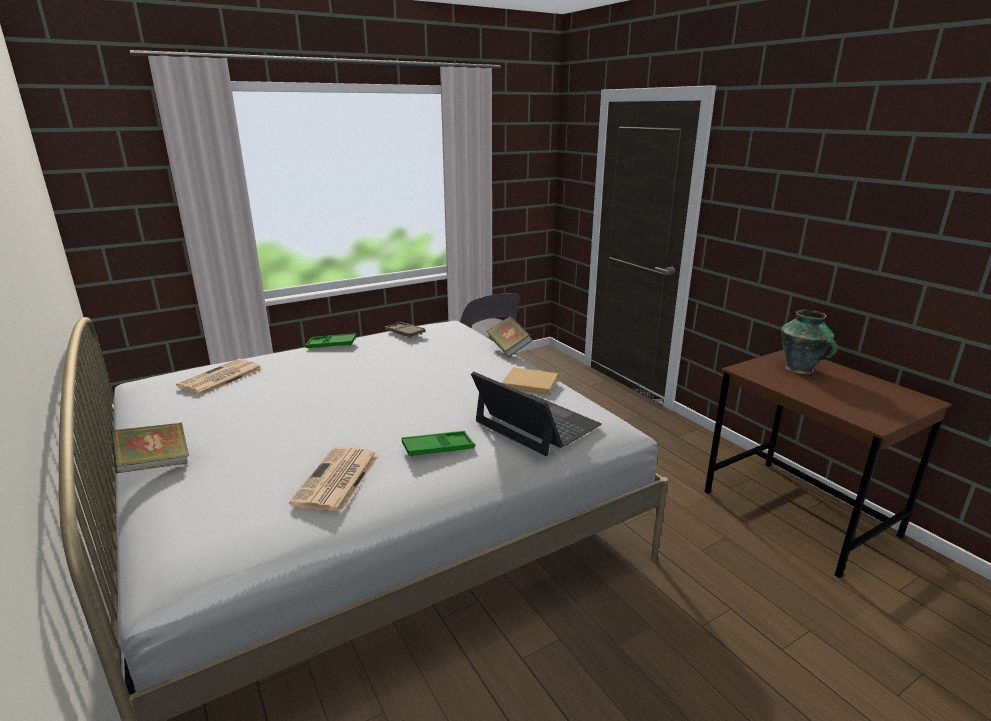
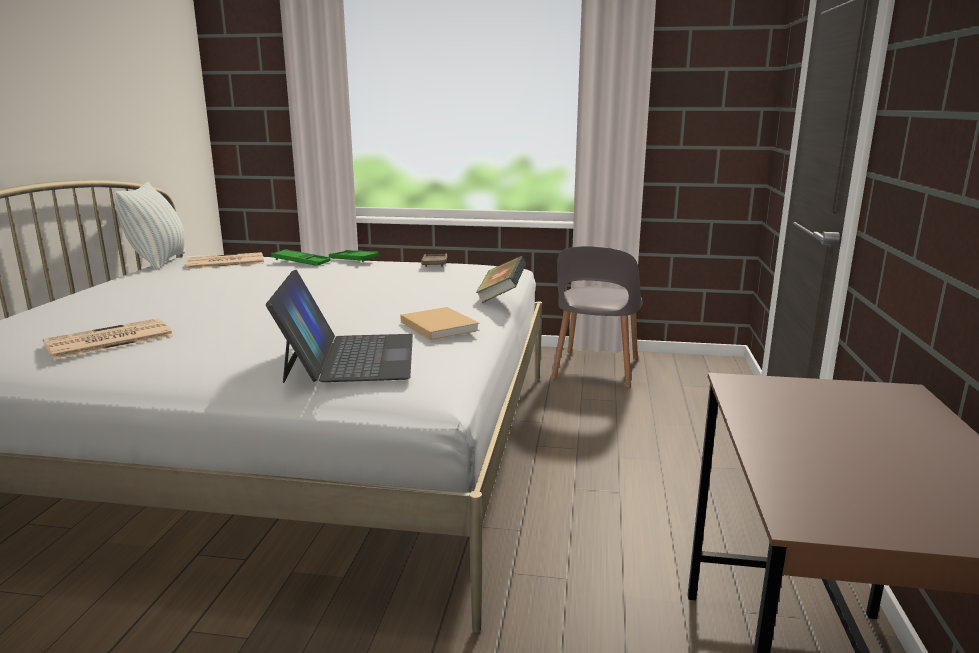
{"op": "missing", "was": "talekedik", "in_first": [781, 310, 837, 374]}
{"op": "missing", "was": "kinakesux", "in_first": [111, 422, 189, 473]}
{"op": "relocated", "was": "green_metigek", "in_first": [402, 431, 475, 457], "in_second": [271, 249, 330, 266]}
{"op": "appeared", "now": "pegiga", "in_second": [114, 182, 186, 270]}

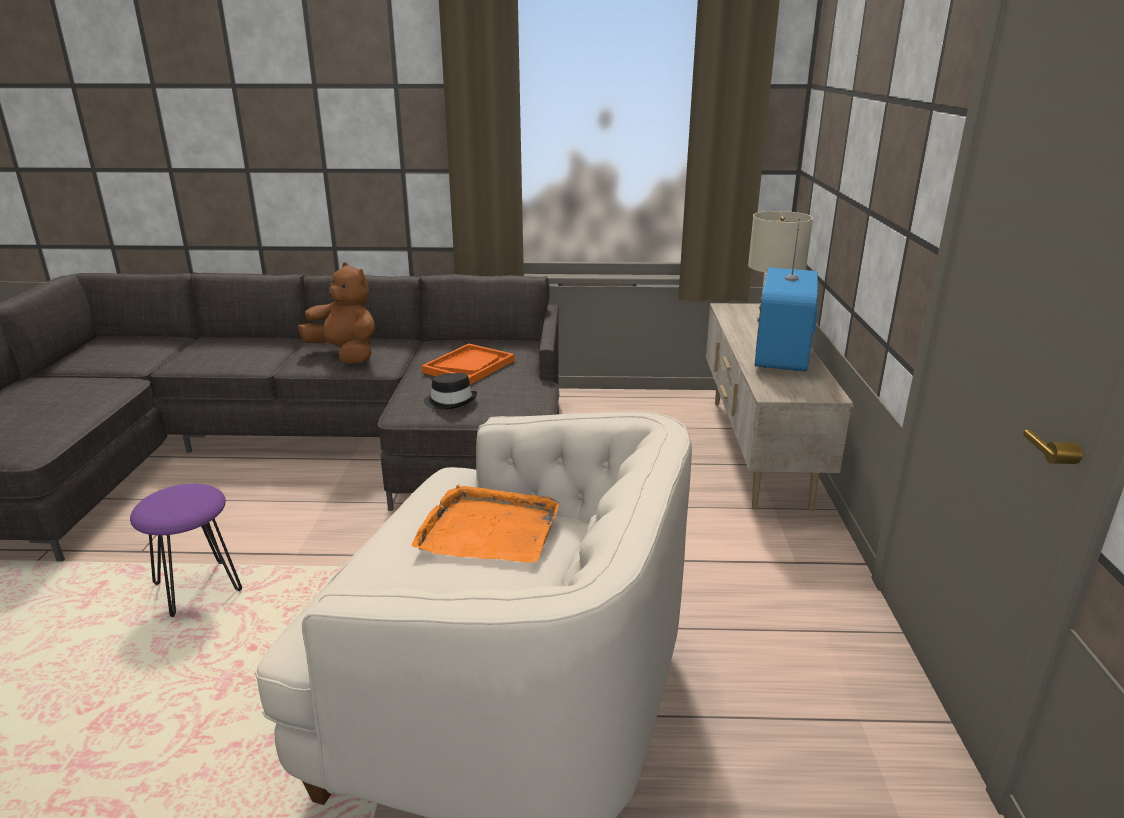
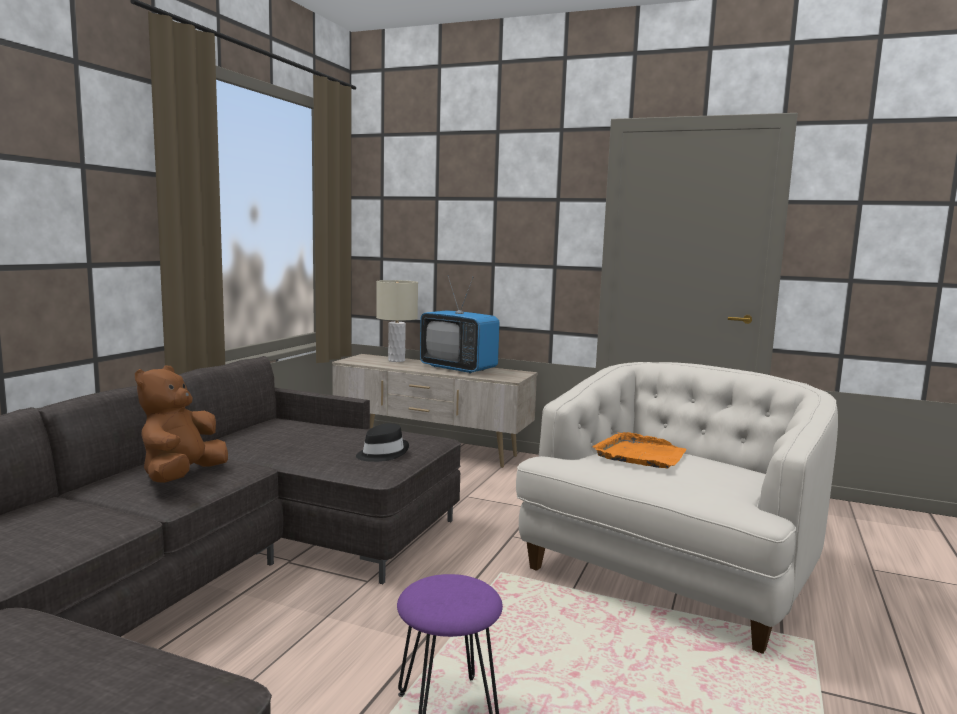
{"op": "spun", "was": "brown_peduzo", "in_first": [298, 262, 375, 364], "in_second": [135, 366, 228, 483], "clockwise": -45}
{"op": "missing", "was": "orange_metigek", "in_first": [422, 344, 515, 385]}

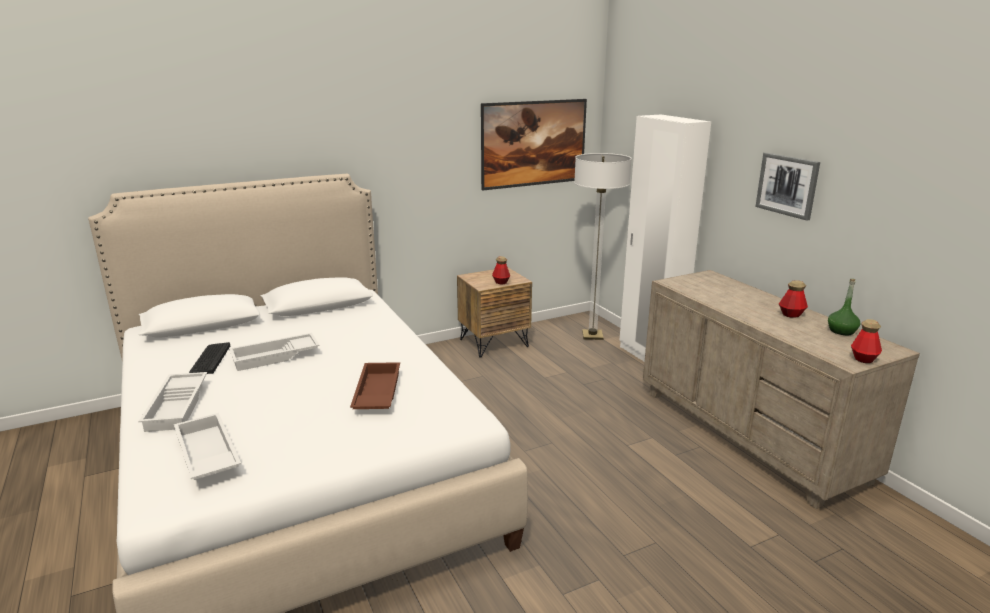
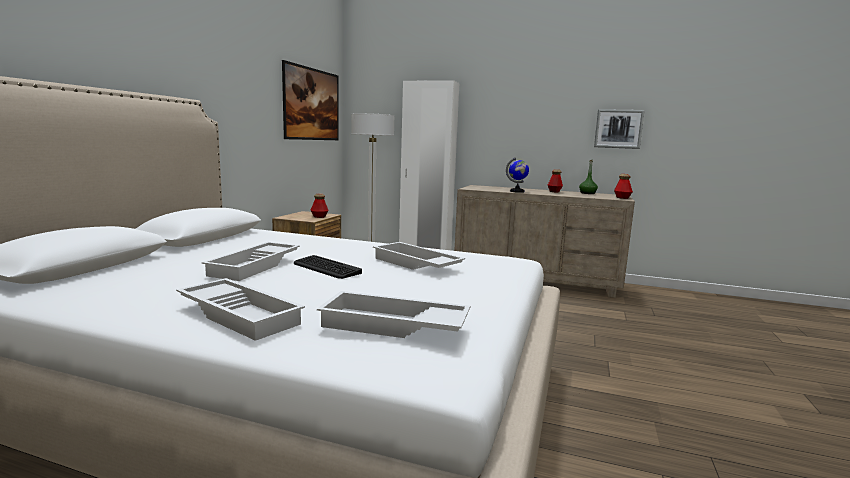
{"op": "relocated", "was": "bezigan", "in_first": [755, 153, 820, 221], "in_second": [594, 109, 645, 149]}
{"op": "relocated", "was": "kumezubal", "in_first": [189, 342, 230, 374], "in_second": [294, 255, 362, 279]}
{"op": "colour", "was": "brown_metigek", "now": "white_metigek", "in_first": [350, 362, 400, 409], "in_second": [373, 242, 465, 270]}
{"op": "appeared", "now": "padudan", "in_second": [506, 157, 529, 193]}

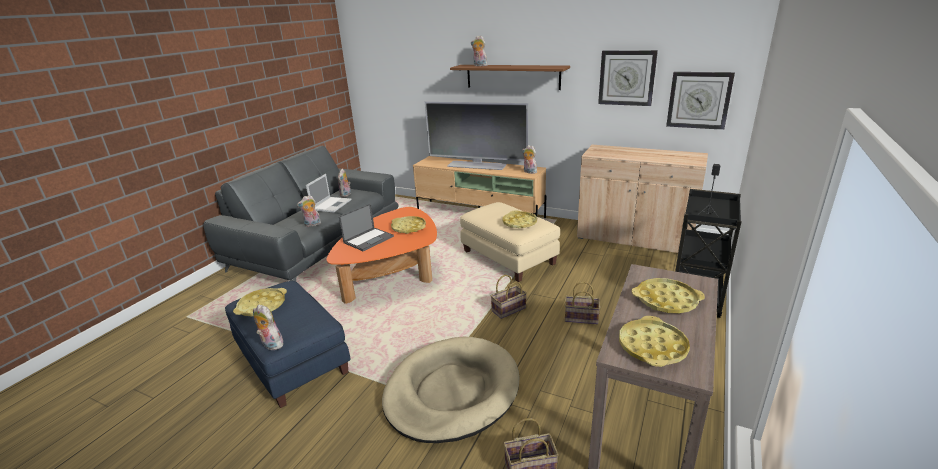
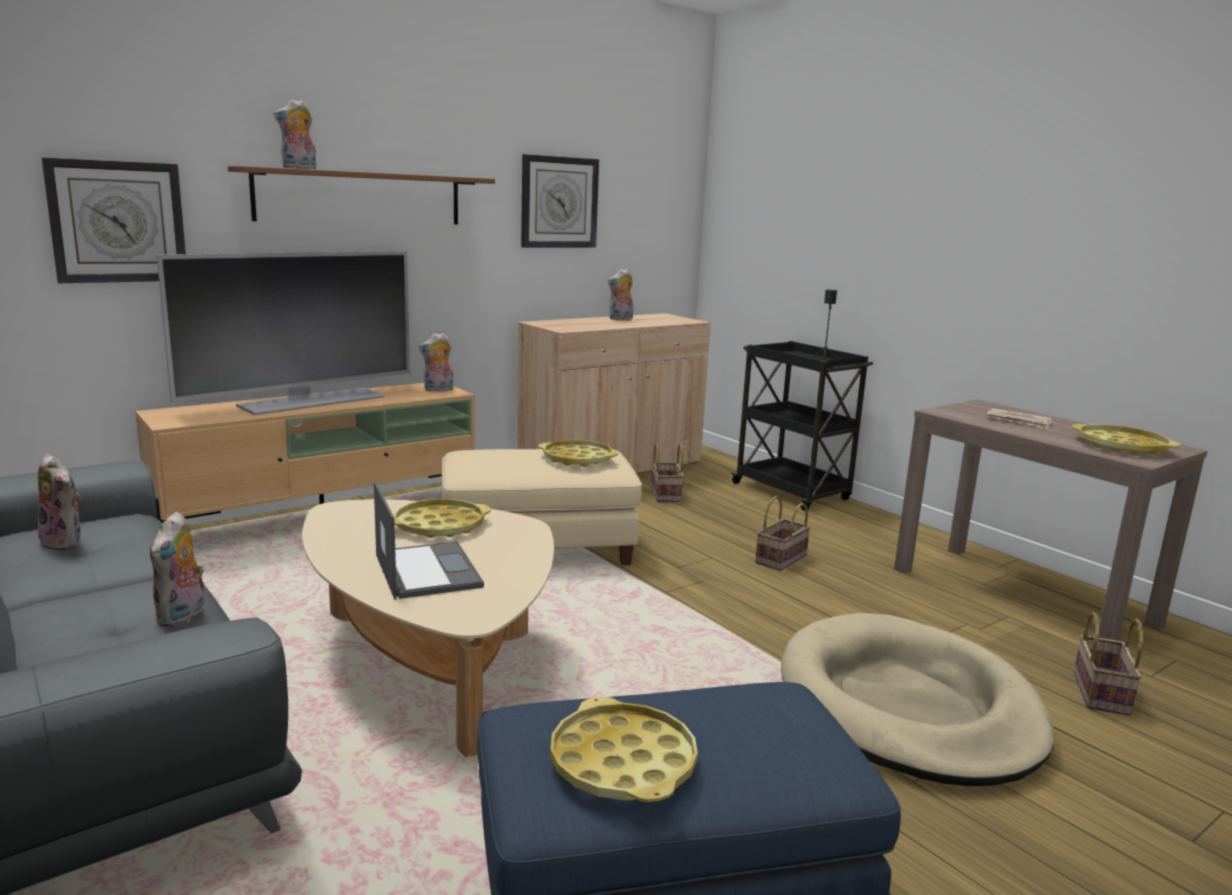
{"op": "relocated", "was": "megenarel", "in_first": [666, 72, 735, 130], "in_second": [42, 158, 186, 283]}
{"op": "missing", "was": "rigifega", "in_first": [306, 174, 352, 212]}
{"op": "colour", "was": "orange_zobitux", "now": "beige_zobitux", "in_first": [326, 207, 437, 304], "in_second": [302, 500, 554, 757]}
{"op": "relocated", "was": "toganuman", "in_first": [491, 275, 527, 319], "in_second": [651, 443, 684, 502]}
{"op": "exchanged", "was": "yellow_metigek", "now": "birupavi", "in_first": [632, 278, 705, 313], "in_second": [987, 408, 1052, 429]}
{"op": "relocated", "was": "peduzo", "in_first": [253, 304, 283, 350], "in_second": [608, 269, 633, 320]}

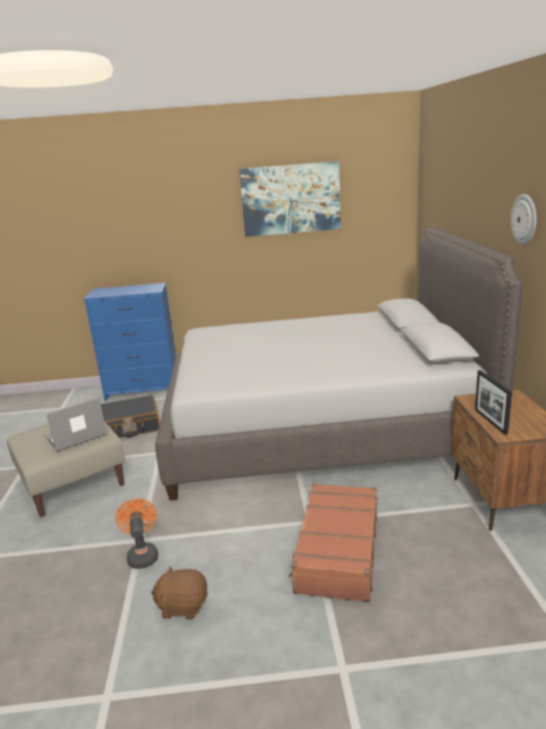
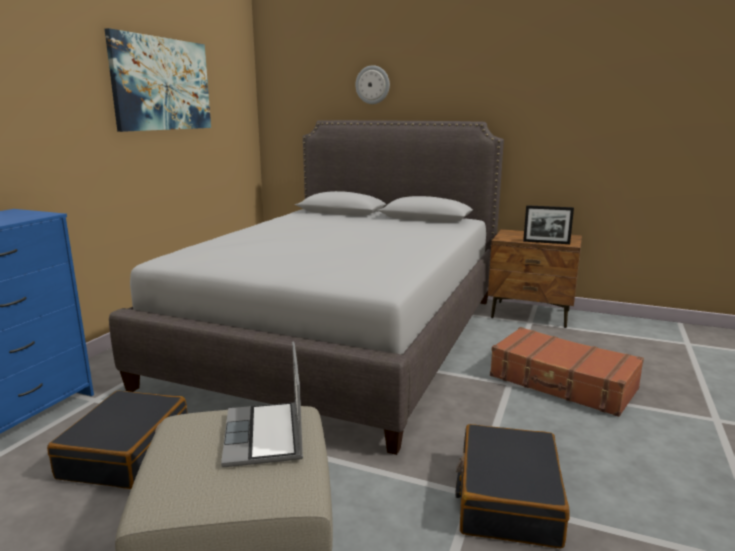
{"op": "relocated", "was": "megenarel", "in_first": [510, 194, 536, 245], "in_second": [355, 65, 390, 104]}
{"op": "exchanged", "was": "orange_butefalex", "now": "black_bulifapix", "in_first": [115, 499, 158, 569], "in_second": [455, 424, 569, 548]}
{"op": "missing", "was": "brown_peduzo", "in_first": [151, 566, 208, 620]}

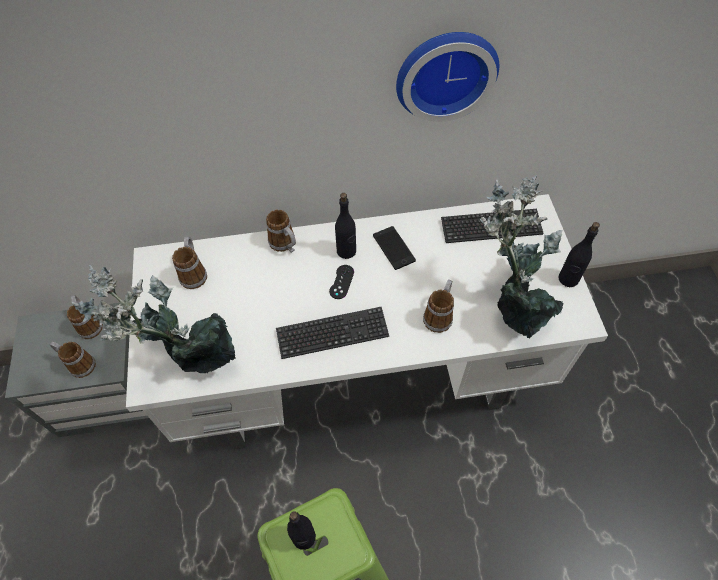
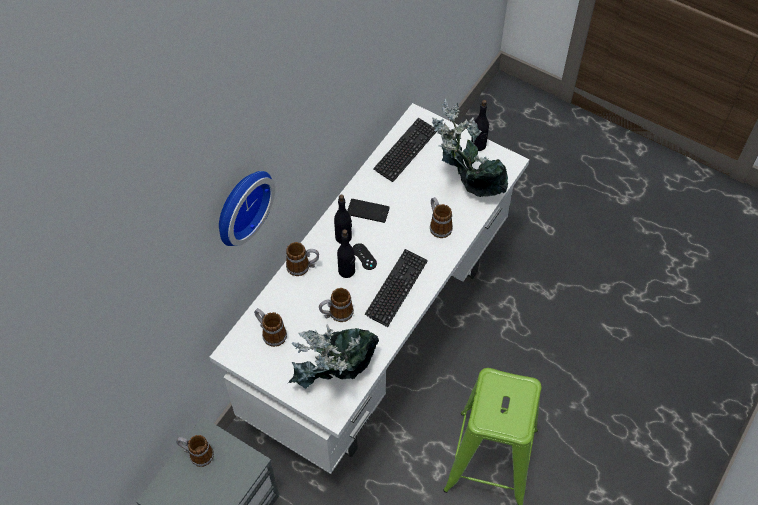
{"op": "relocated", "was": "megenarel", "in_first": [396, 32, 499, 122], "in_second": [219, 171, 275, 246]}
{"op": "relocated", "was": "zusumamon", "in_first": [50, 342, 96, 378], "in_second": [319, 288, 354, 322]}
{"op": "relocated", "was": "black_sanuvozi", "in_first": [287, 511, 316, 550], "in_second": [337, 229, 355, 278]}

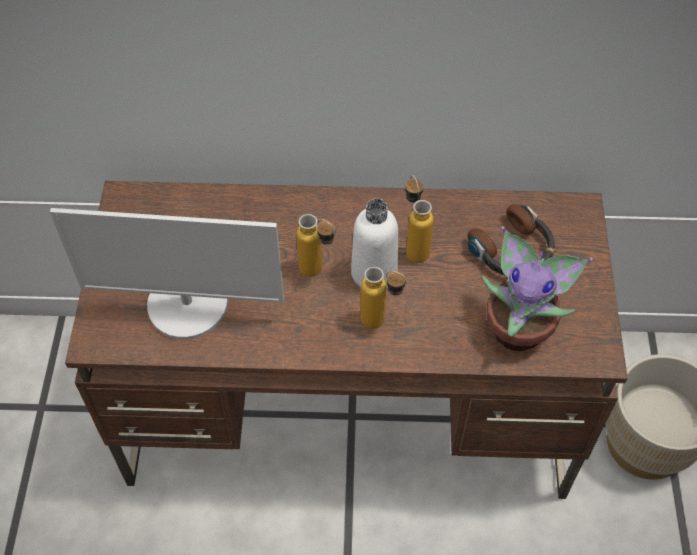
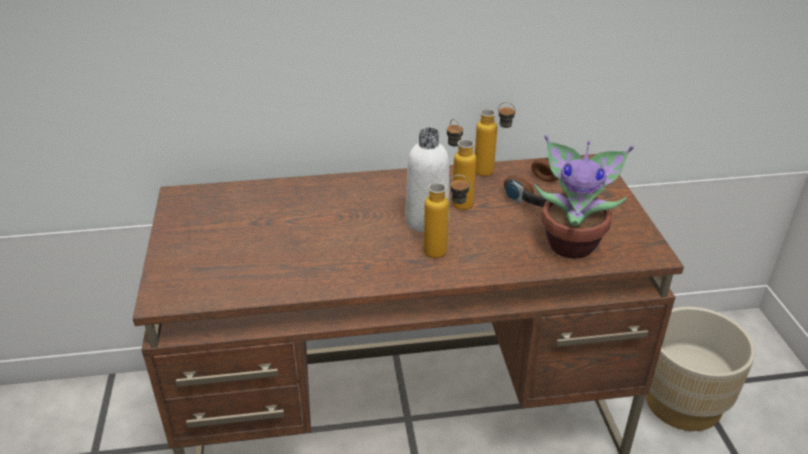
{"op": "missing", "was": "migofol", "in_first": [50, 208, 284, 339]}
{"op": "relocated", "was": "sanuvozi", "in_first": [296, 214, 336, 277], "in_second": [475, 102, 516, 176]}

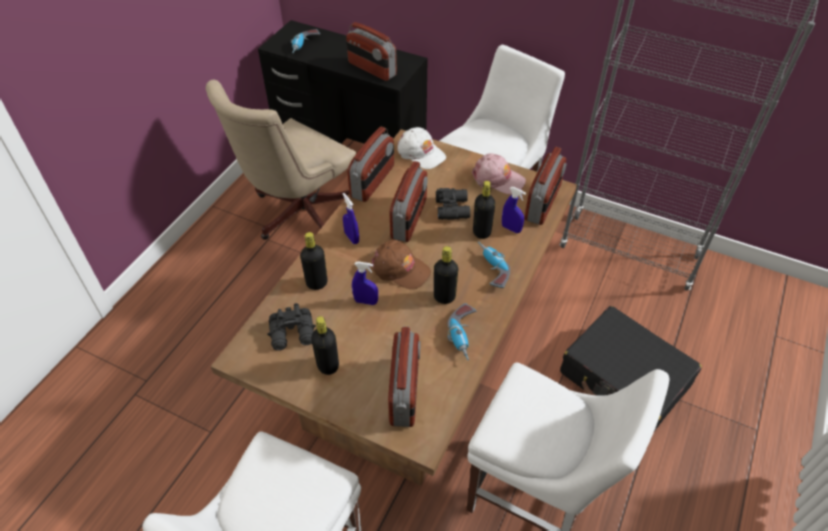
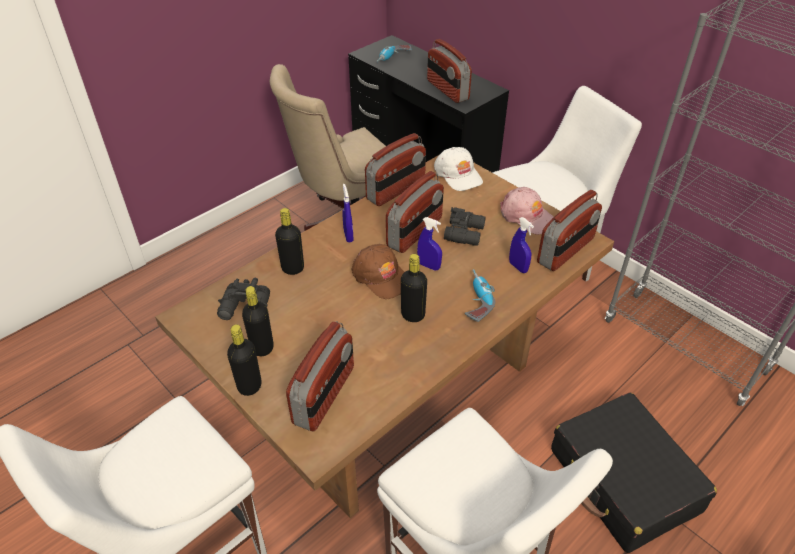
{"op": "relocated", "was": "black_sanuvozi", "in_first": [473, 181, 495, 239], "in_second": [227, 324, 262, 396]}
{"op": "relocated", "was": "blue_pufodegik", "in_first": [352, 261, 378, 305], "in_second": [417, 217, 442, 271]}
{"op": "missing", "was": "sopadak", "in_first": [447, 303, 476, 361]}

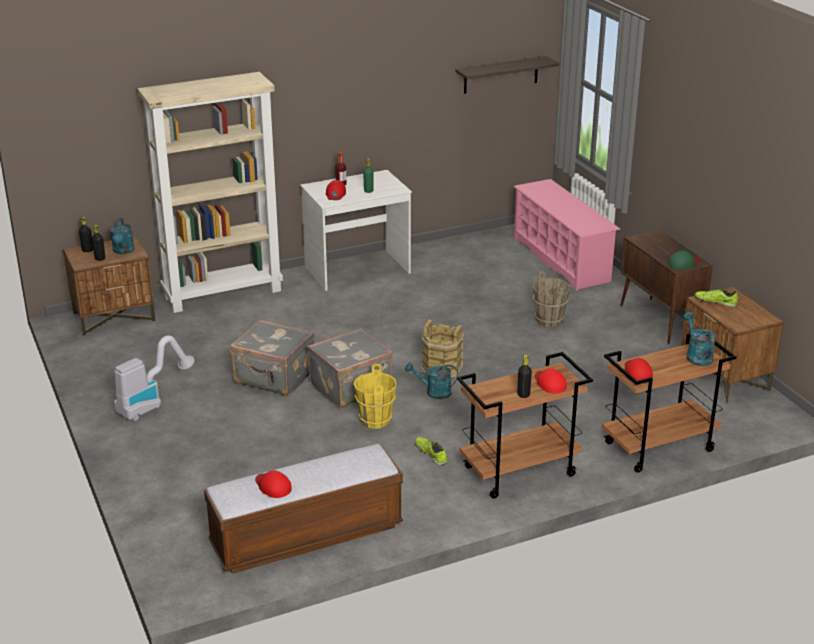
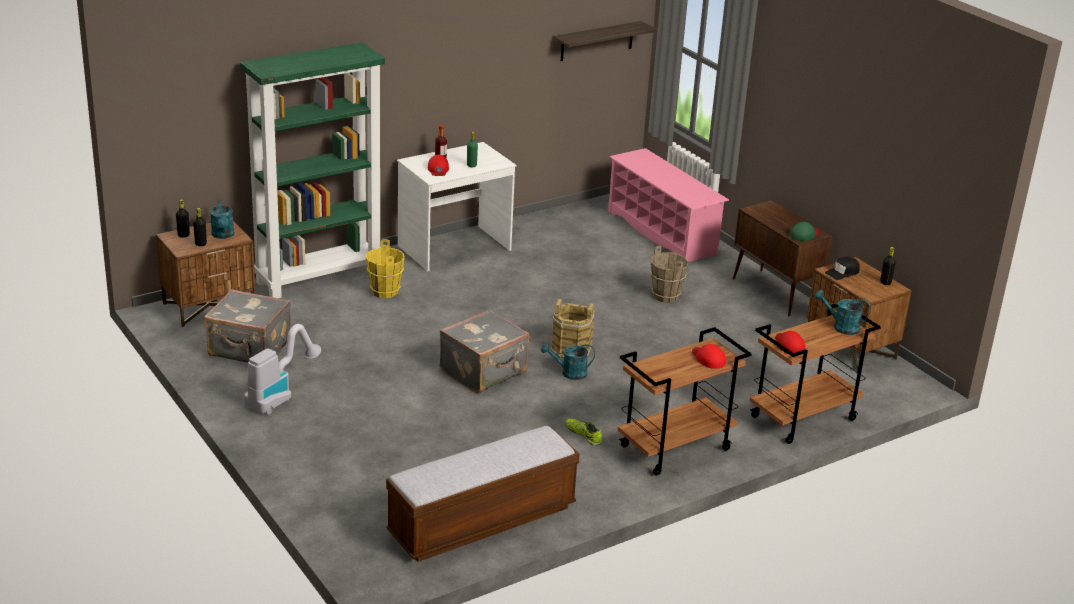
{"op": "colour", "was": "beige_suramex", "now": "green_suramex", "in_first": [137, 72, 283, 313], "in_second": [240, 42, 385, 298]}
{"op": "exchanged", "was": "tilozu", "now": "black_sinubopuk", "in_first": [695, 288, 738, 307], "in_second": [825, 257, 860, 280]}
{"op": "spun", "was": "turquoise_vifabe", "in_first": [683, 312, 716, 366], "in_second": [814, 290, 871, 335], "clockwise": -45}
{"op": "relocated", "was": "grey_bulifapix", "in_first": [230, 320, 315, 396], "in_second": [204, 289, 291, 363]}
{"op": "relocated", "was": "black_sanuvozi", "in_first": [517, 355, 532, 398], "in_second": [880, 247, 896, 285]}
{"op": "relocated", "was": "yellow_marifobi", "in_first": [354, 364, 396, 429], "in_second": [366, 239, 405, 298]}
{"op": "missing", "was": "red_sinubopuk", "in_first": [255, 470, 292, 498]}

